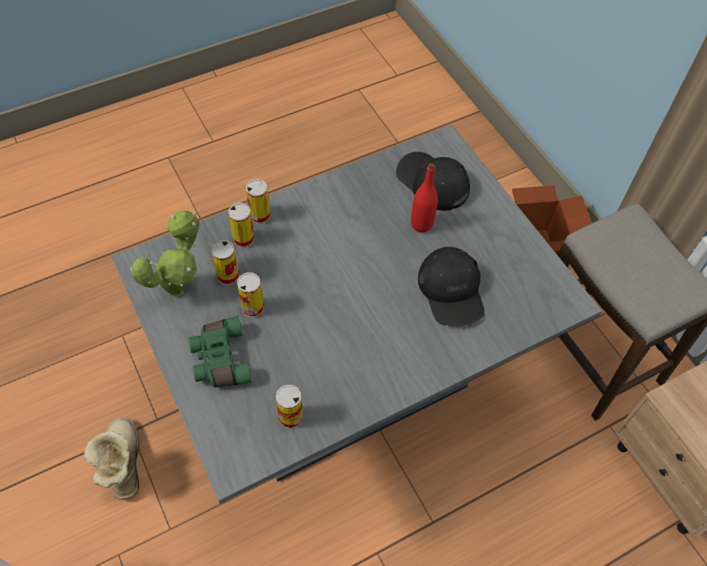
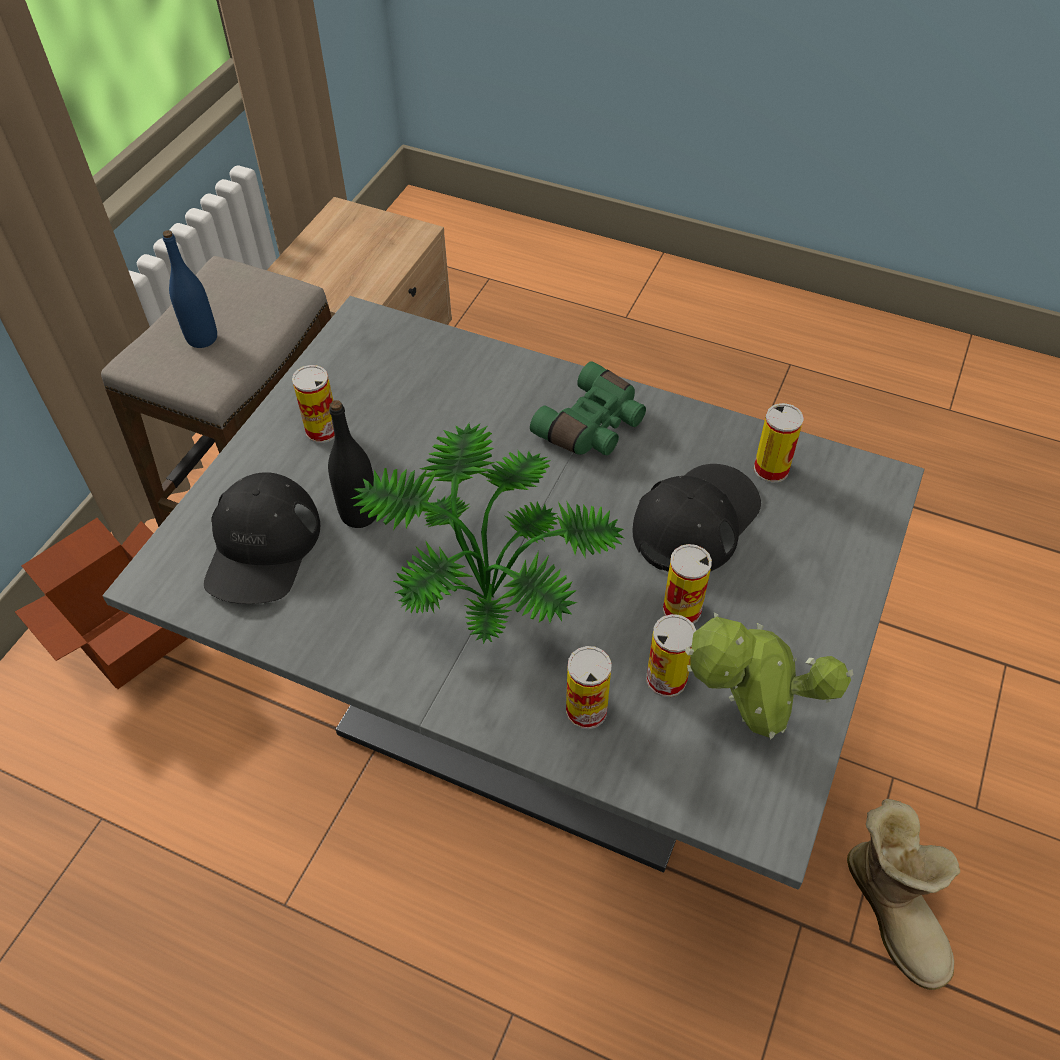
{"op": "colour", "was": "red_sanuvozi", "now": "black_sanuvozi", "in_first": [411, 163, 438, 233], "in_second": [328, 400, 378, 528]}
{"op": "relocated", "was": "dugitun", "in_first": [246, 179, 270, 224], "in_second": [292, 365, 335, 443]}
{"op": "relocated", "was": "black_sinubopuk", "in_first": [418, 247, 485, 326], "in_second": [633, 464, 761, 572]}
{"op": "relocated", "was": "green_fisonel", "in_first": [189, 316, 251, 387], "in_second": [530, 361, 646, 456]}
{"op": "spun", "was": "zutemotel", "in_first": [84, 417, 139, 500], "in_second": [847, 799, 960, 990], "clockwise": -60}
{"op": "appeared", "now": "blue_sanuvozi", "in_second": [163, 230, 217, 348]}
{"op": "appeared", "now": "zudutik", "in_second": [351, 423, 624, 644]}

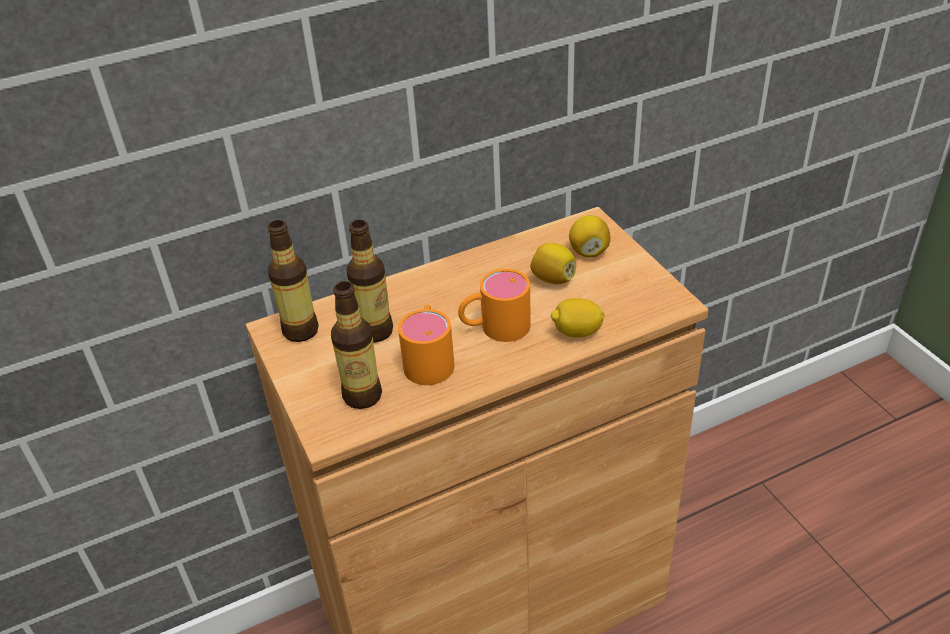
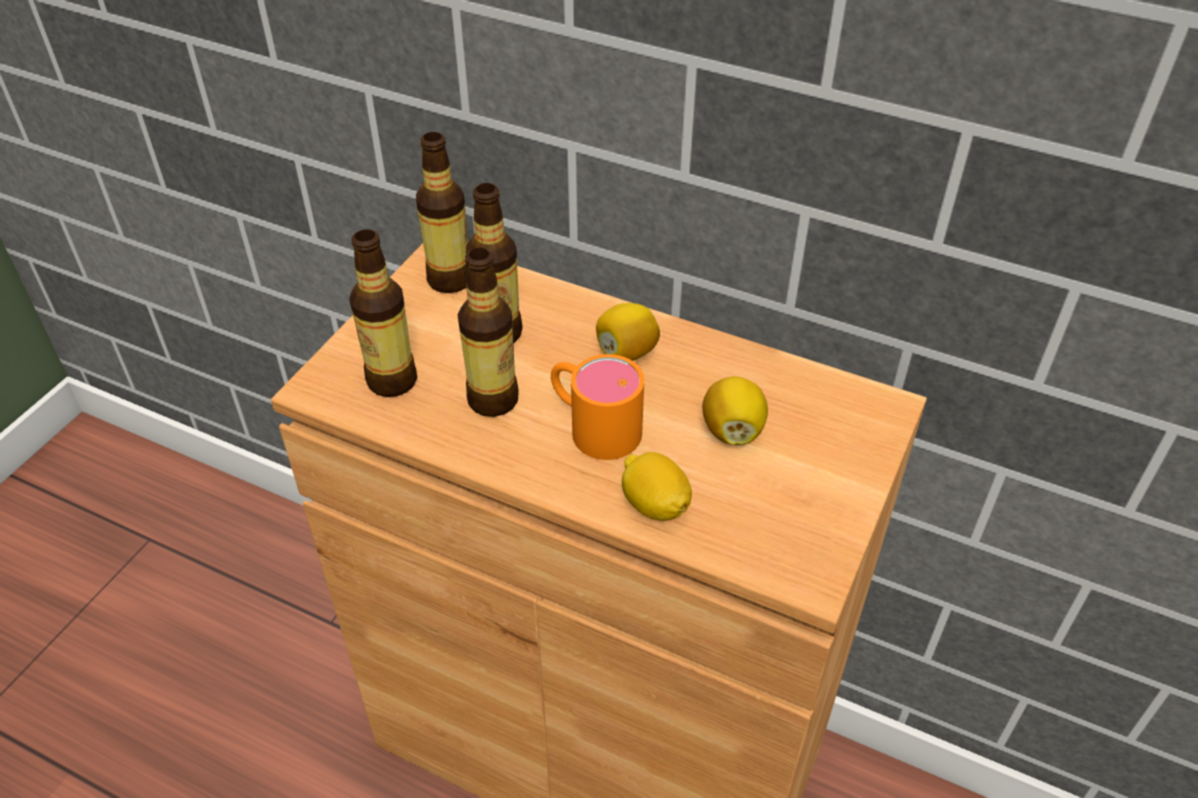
{"op": "relocated", "was": "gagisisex", "in_first": [569, 215, 611, 257], "in_second": [596, 303, 660, 361]}
{"op": "exchanged", "was": "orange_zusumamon", "now": "sanuvozi", "in_first": [398, 305, 455, 385], "in_second": [458, 248, 519, 417]}

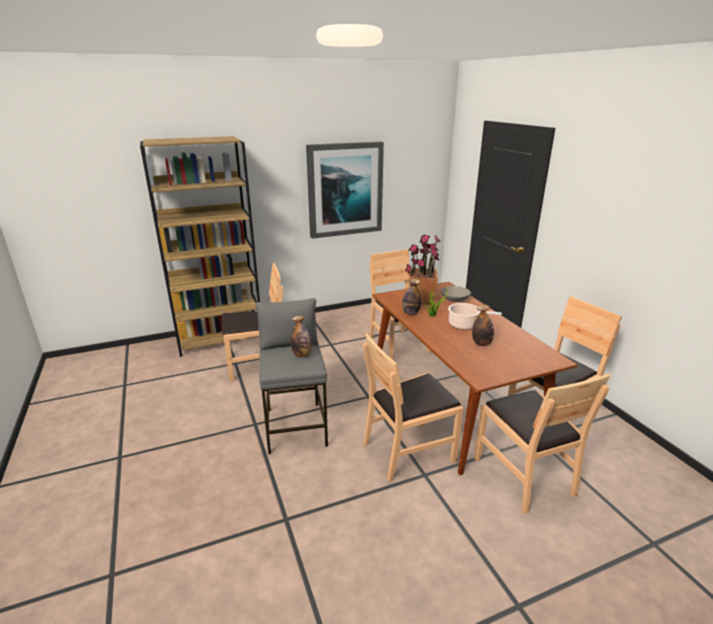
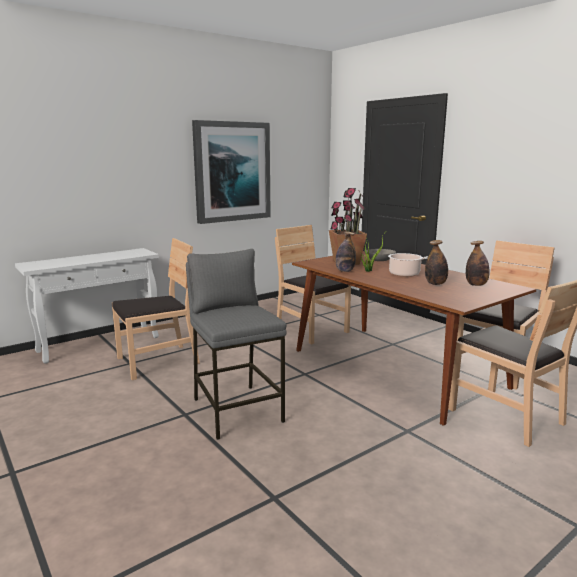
{"op": "exchanged", "was": "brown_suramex", "now": "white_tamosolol", "in_first": [140, 136, 260, 357], "in_second": [15, 248, 159, 364]}
{"op": "relocated", "was": "sanuvozi", "in_first": [291, 316, 312, 357], "in_second": [466, 241, 490, 286]}
{"op": "missing", "was": "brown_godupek", "in_first": [363, 333, 464, 482]}

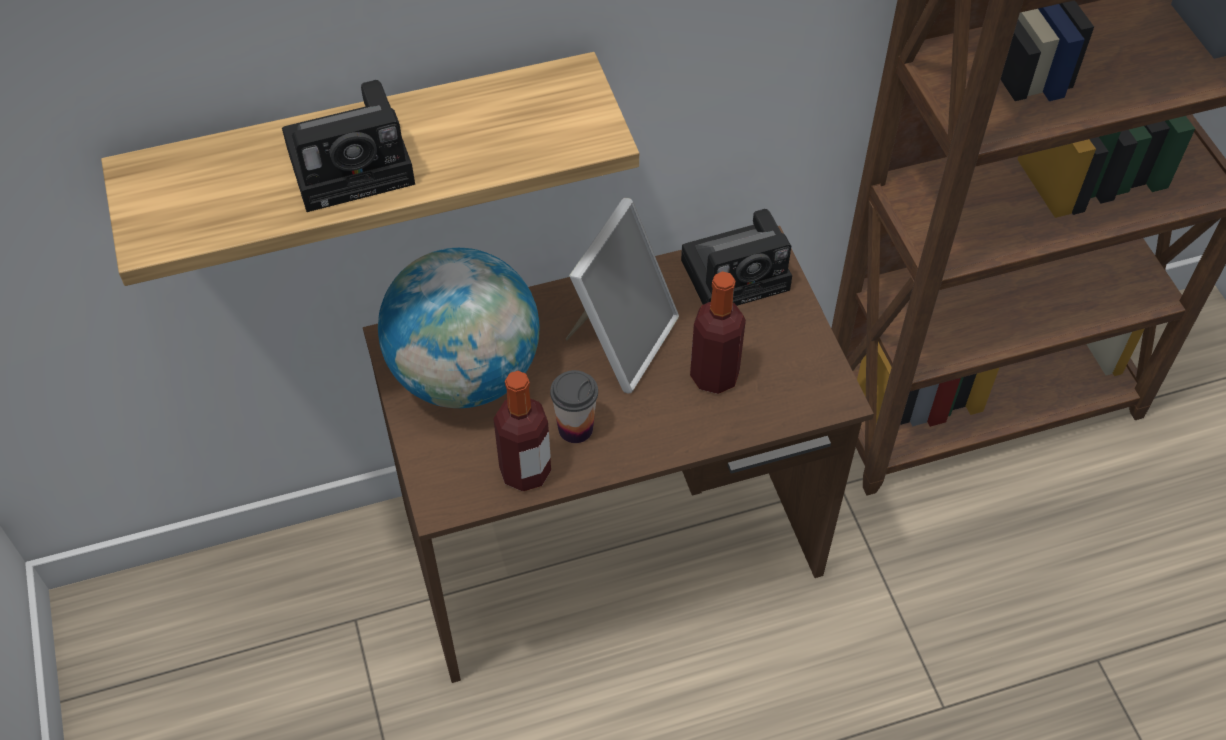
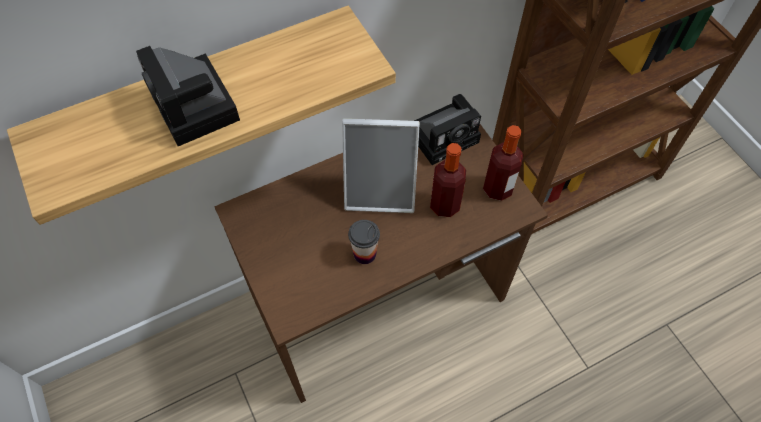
{"op": "spun", "was": "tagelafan", "in_first": [282, 80, 415, 212], "in_second": [136, 46, 240, 146], "clockwise": 90}
{"op": "spun", "was": "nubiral", "in_first": [565, 198, 679, 393], "in_second": [342, 118, 420, 213], "clockwise": 75}
{"op": "missing", "was": "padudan", "in_first": [378, 248, 539, 408]}
{"op": "relocated", "was": "sanuvozi", "in_first": [493, 371, 551, 492], "in_second": [483, 125, 523, 201]}

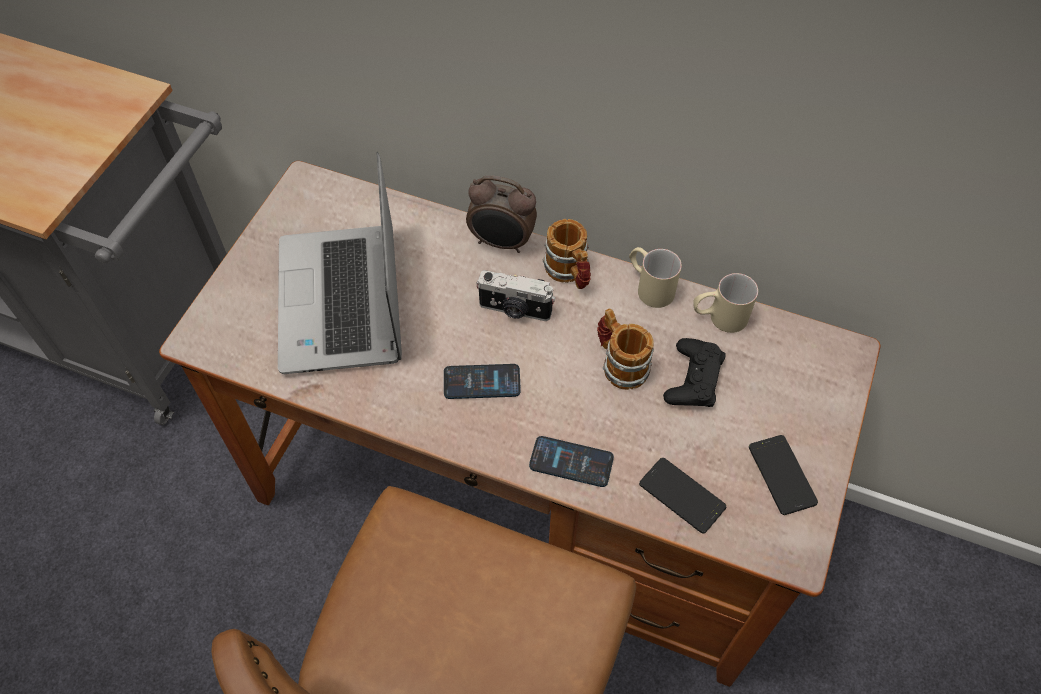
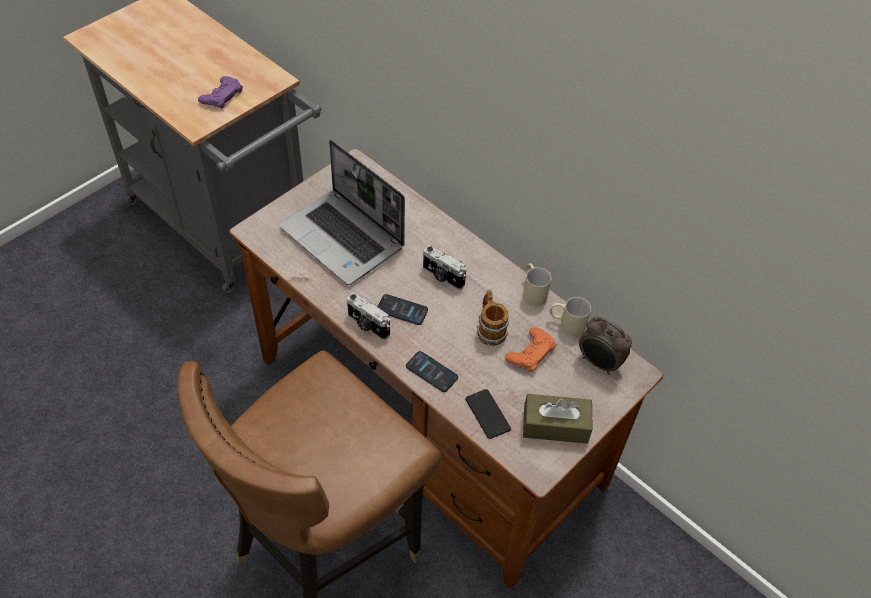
{"op": "spun", "was": "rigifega", "in_first": [278, 152, 402, 374], "in_second": [279, 139, 405, 285], "clockwise": -60}
{"op": "relocated", "was": "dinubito", "in_first": [466, 175, 537, 253], "in_second": [579, 317, 632, 375]}
{"op": "missing", "was": "zusumamon", "in_first": [543, 219, 591, 289]}
{"op": "colour", "was": "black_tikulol", "now": "orange_tikulol", "in_first": [663, 338, 726, 407], "in_second": [505, 327, 557, 372]}
{"op": "exchanged", "was": "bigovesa", "now": "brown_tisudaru", "in_first": [749, 435, 818, 515], "in_second": [523, 394, 593, 444]}
{"op": "appeared", "now": "purple_tikulol", "in_second": [198, 76, 243, 109]}
{"op": "appeared", "now": "tagelafan", "in_second": [347, 292, 390, 340]}

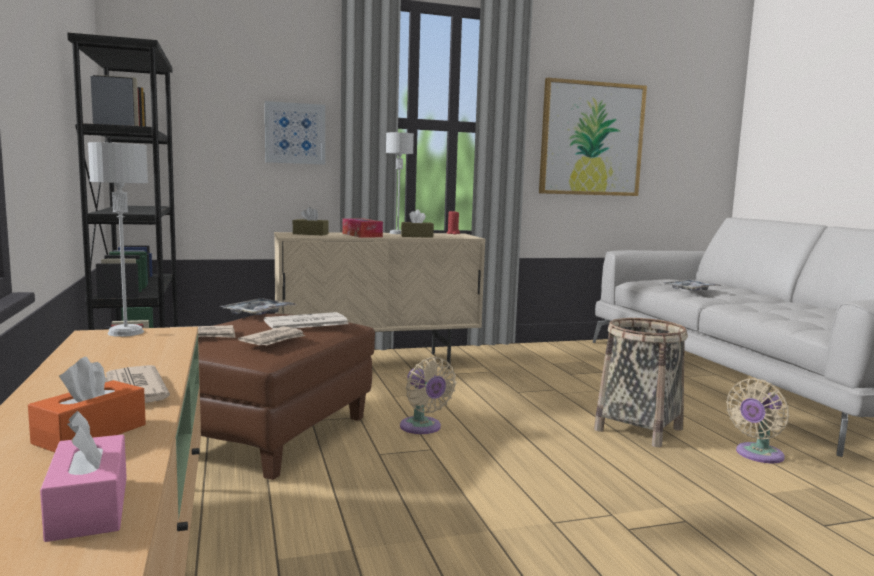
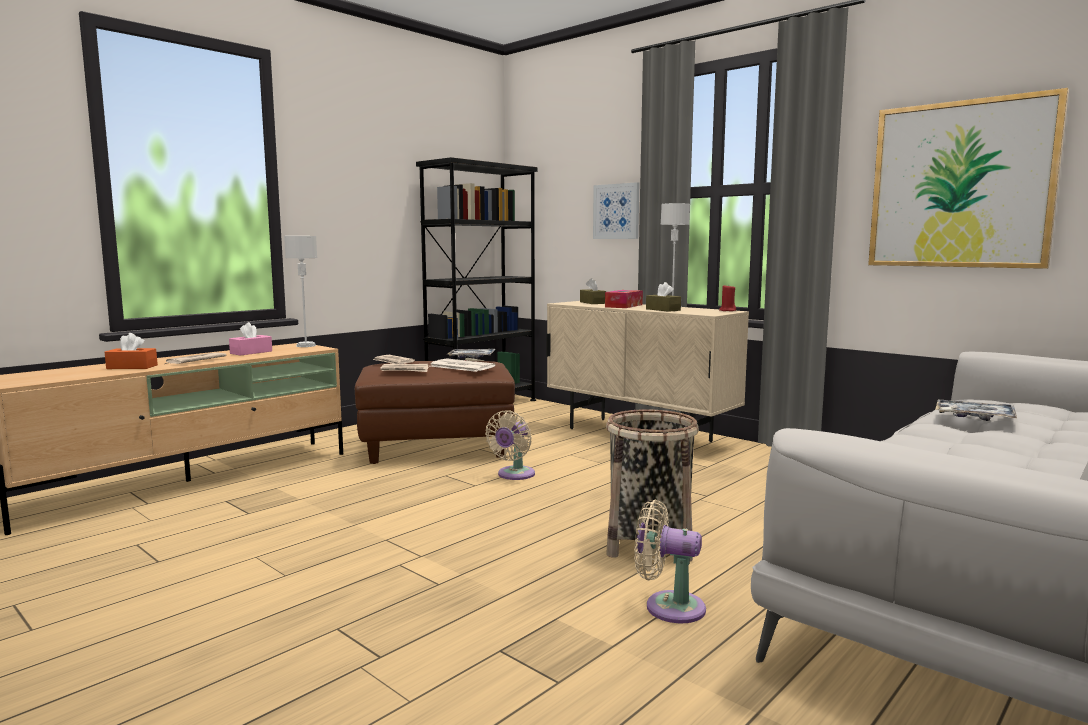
{"op": "relocated", "was": "pink_tisudaru", "in_first": [40, 411, 127, 542], "in_second": [229, 322, 272, 356]}

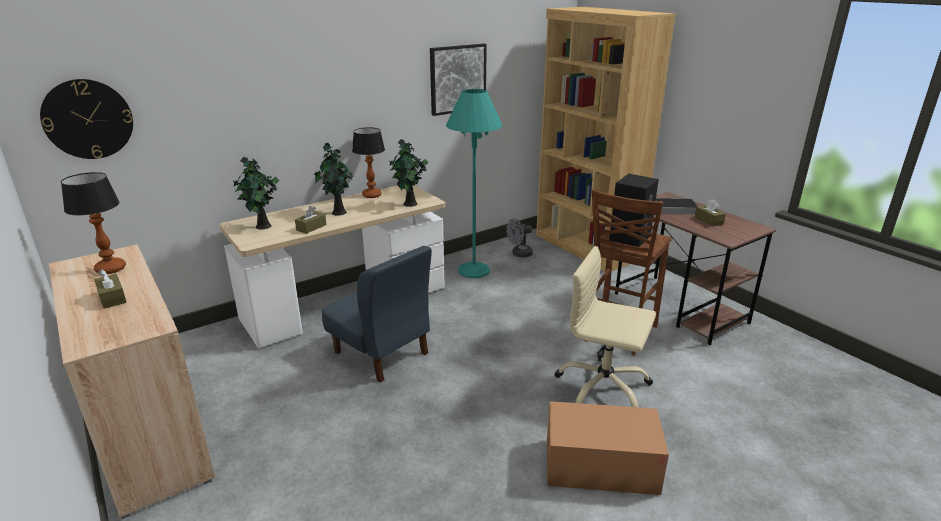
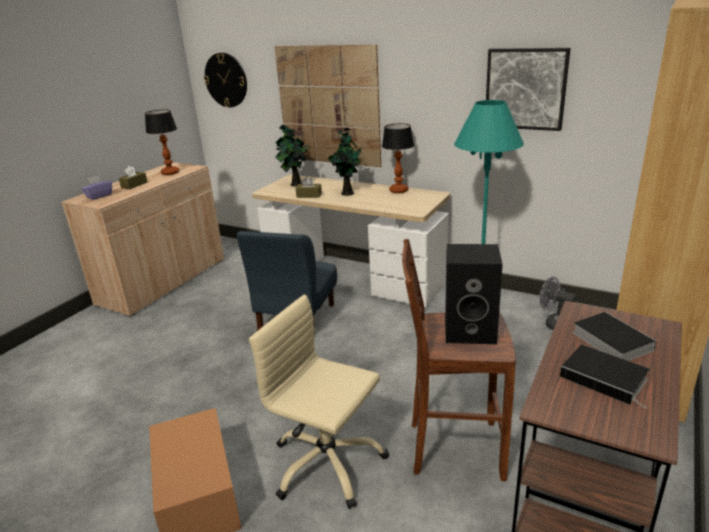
{"op": "missing", "was": "zudutik", "in_first": [389, 139, 429, 207]}
{"op": "exchanged", "was": "brown_tisudaru", "now": "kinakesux", "in_first": [695, 199, 726, 227], "in_second": [560, 345, 650, 409]}
{"op": "spun", "was": "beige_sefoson", "in_first": [555, 246, 656, 407], "in_second": [249, 295, 389, 509], "clockwise": -60}
{"op": "appeared", "now": "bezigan", "in_second": [274, 45, 381, 167]}
{"op": "appeared", "now": "purple_tisudaru", "in_second": [81, 175, 112, 200]}

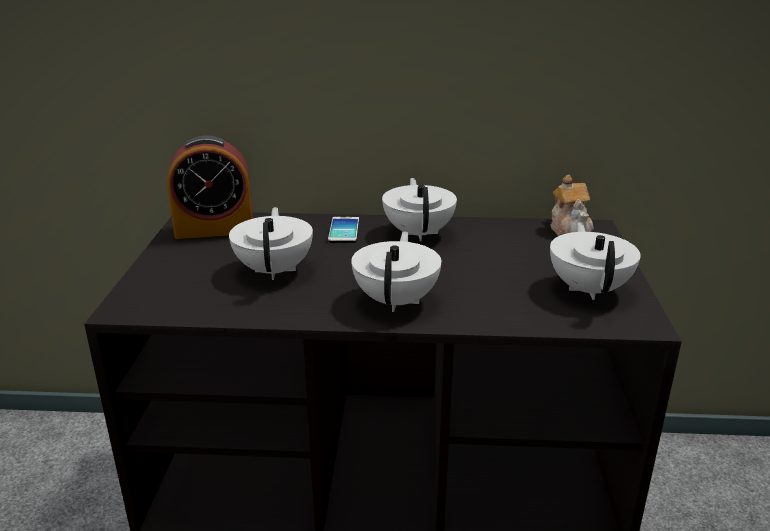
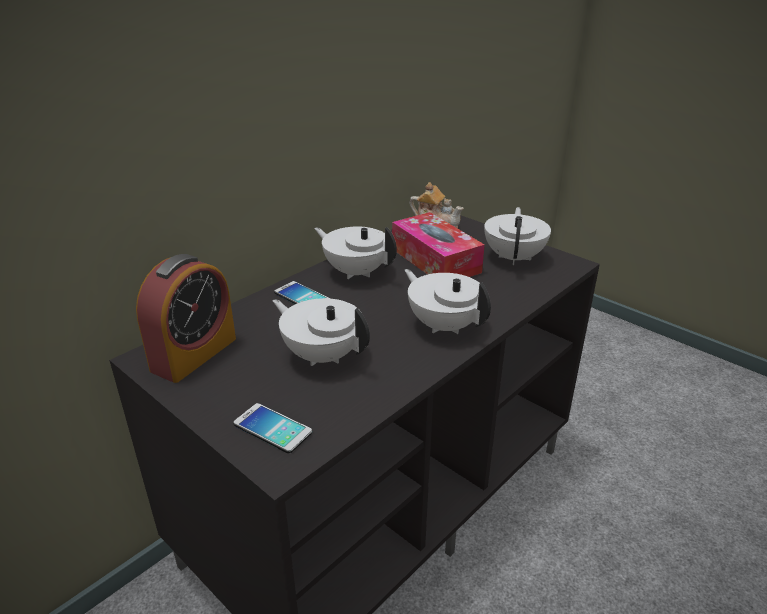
{"op": "spun", "was": "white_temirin", "in_first": [550, 222, 641, 300], "in_second": [484, 207, 551, 265], "clockwise": 60}
{"op": "appeared", "now": "tisudaru", "in_second": [392, 212, 485, 277]}
{"op": "appeared", "now": "bigovesa", "in_second": [234, 403, 312, 454]}

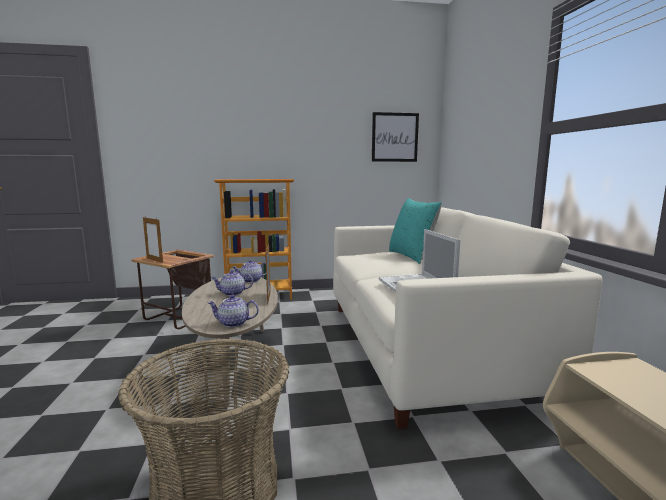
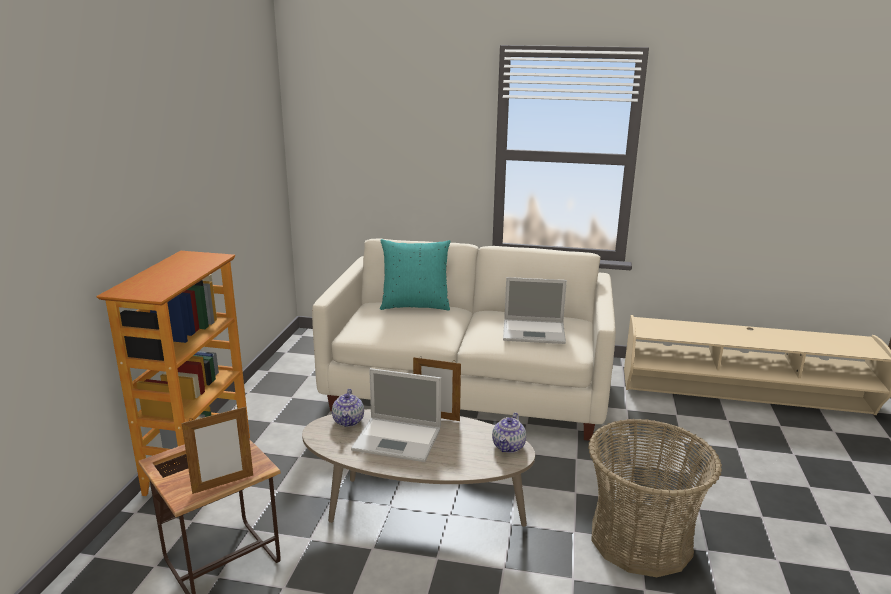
{"op": "missing", "was": "bezigan", "in_first": [372, 112, 419, 162]}
{"op": "exchanged", "was": "temirin", "now": "rigifega", "in_first": [211, 270, 253, 296], "in_second": [351, 368, 441, 462]}

